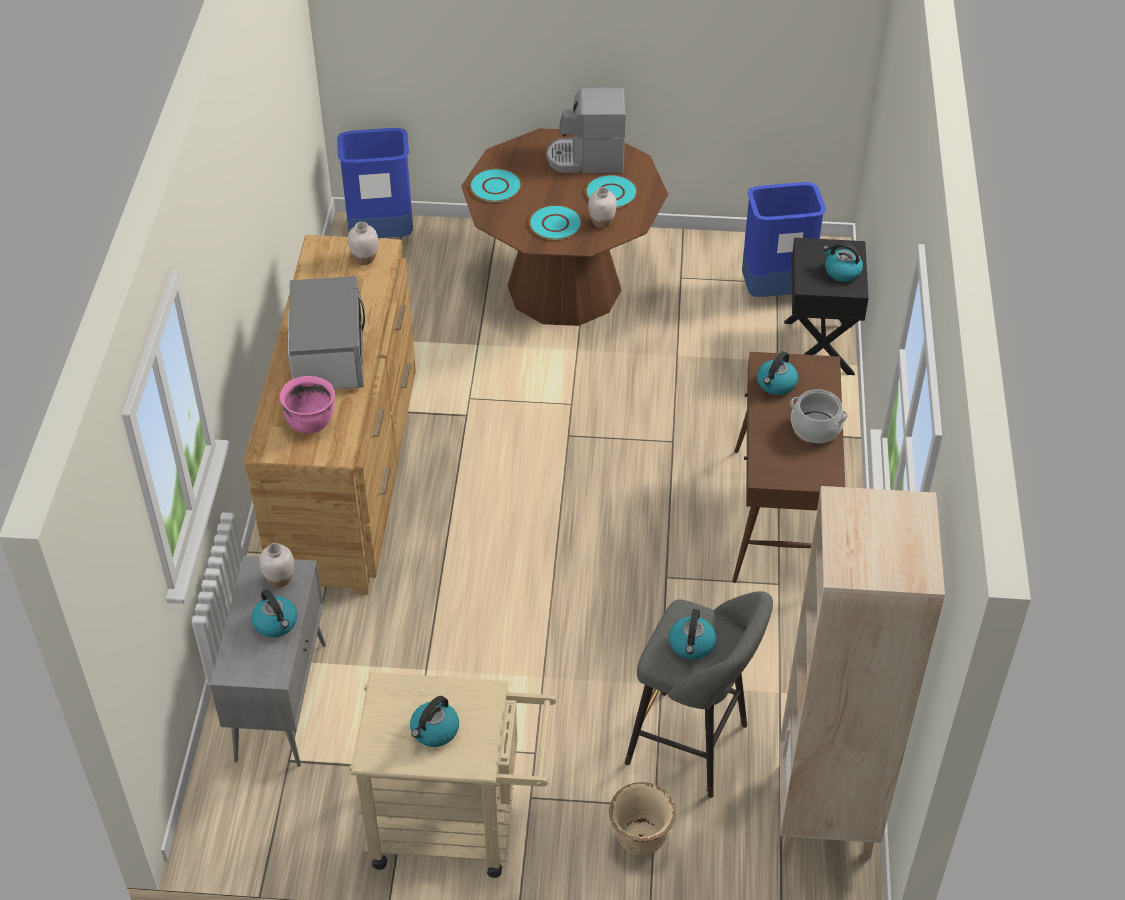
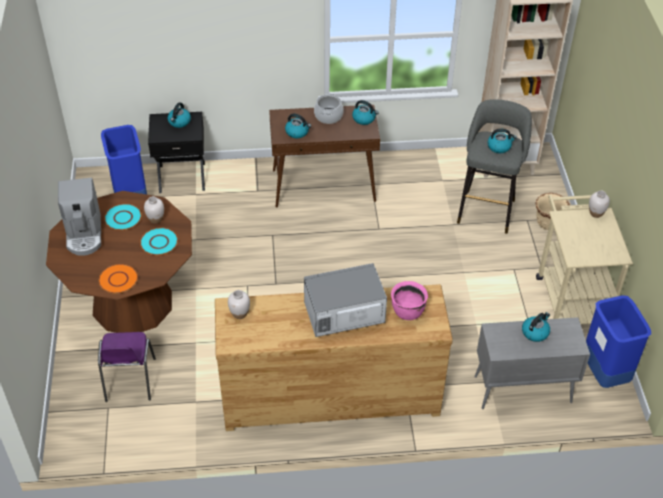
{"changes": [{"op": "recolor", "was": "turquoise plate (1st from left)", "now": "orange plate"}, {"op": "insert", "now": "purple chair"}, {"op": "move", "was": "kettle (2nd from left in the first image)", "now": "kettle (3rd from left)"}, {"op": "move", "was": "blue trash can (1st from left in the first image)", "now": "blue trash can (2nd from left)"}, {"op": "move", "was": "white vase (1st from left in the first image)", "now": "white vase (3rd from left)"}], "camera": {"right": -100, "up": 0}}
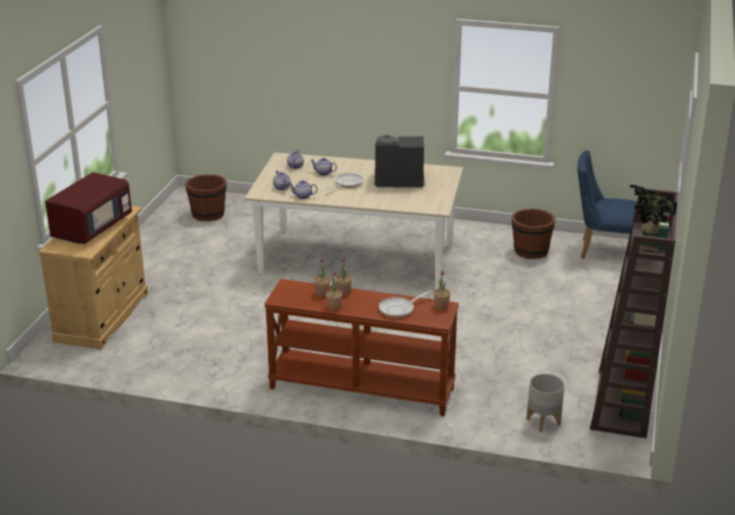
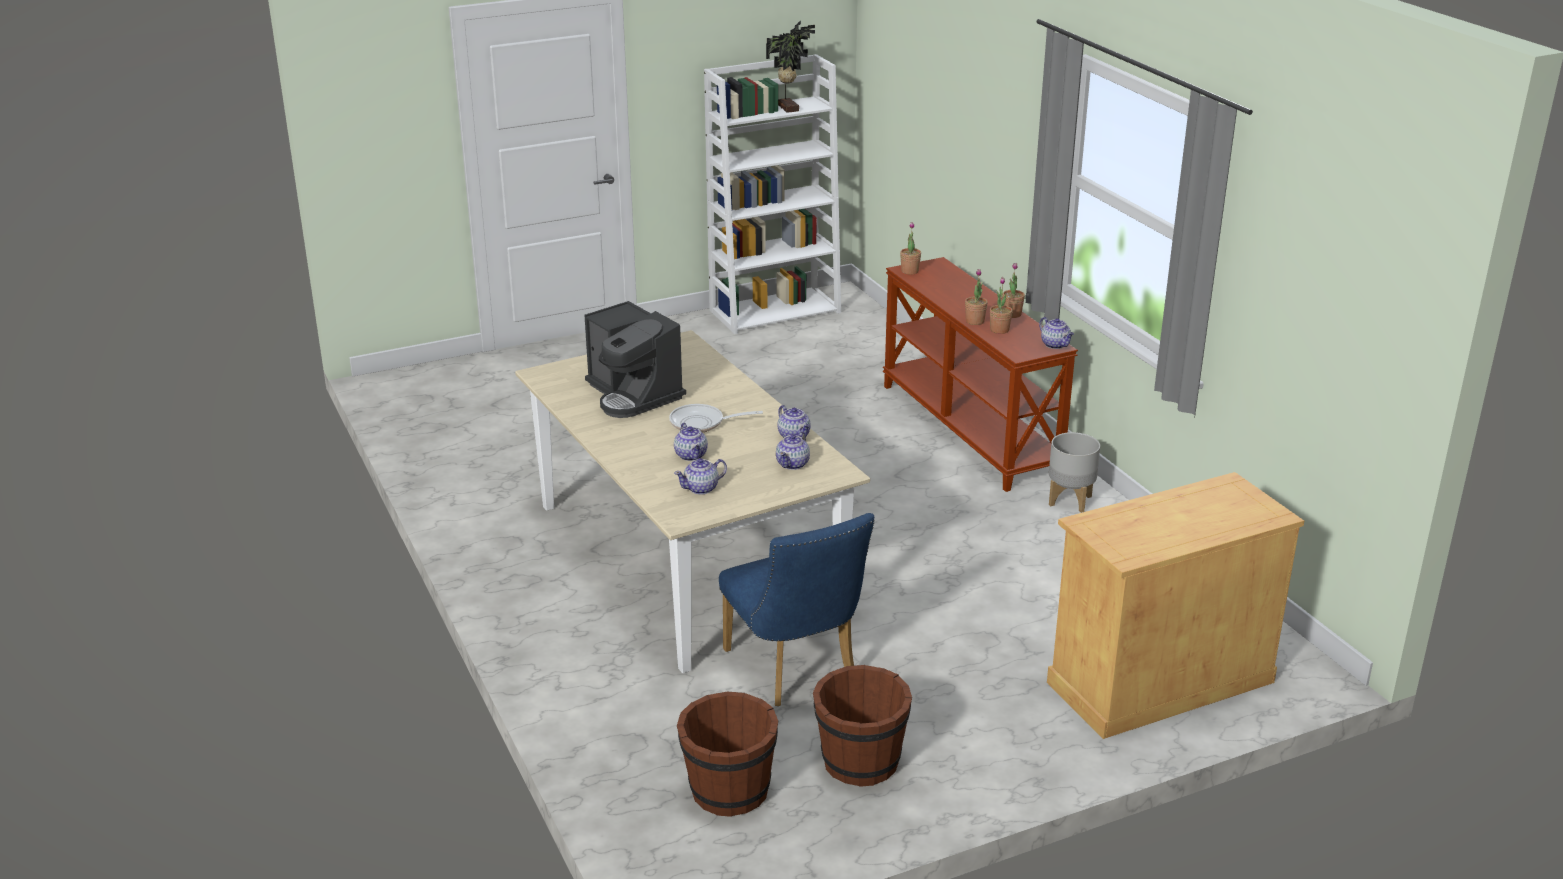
{"changes": [{"op": "recolor", "was": "brown bookcase", "now": "white bookcase"}, {"op": "move", "was": "blue chair"}, {"op": "move", "was": "brown bucket (2nd from left)"}, {"op": "insert", "now": "teapot (5th from left)"}, {"op": "move", "was": "grey planter"}, {"op": "delete", "was": "red microwave"}, {"op": "delete", "was": "frying pan (2nd from left)"}], "camera": {"right": -130, "up": 0}}
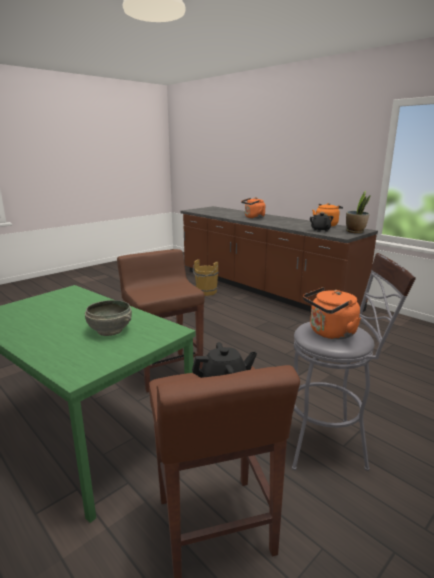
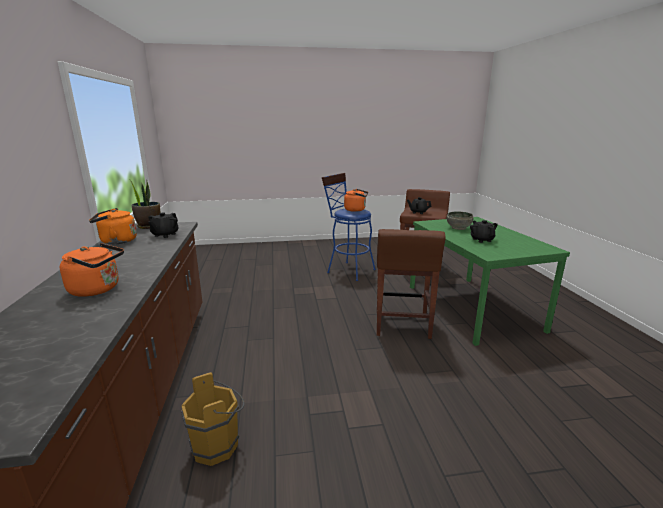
{"changes": [{"op": "recolor", "was": "grey stool", "now": "blue stool"}, {"op": "insert", "now": "black teapot (3rd from left)"}], "camera": {"right": -145, "up": 0}}
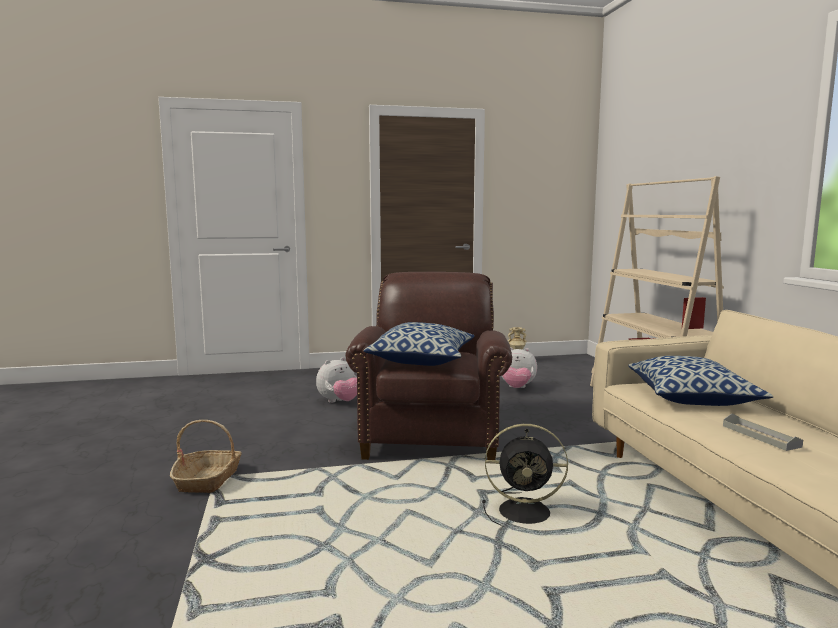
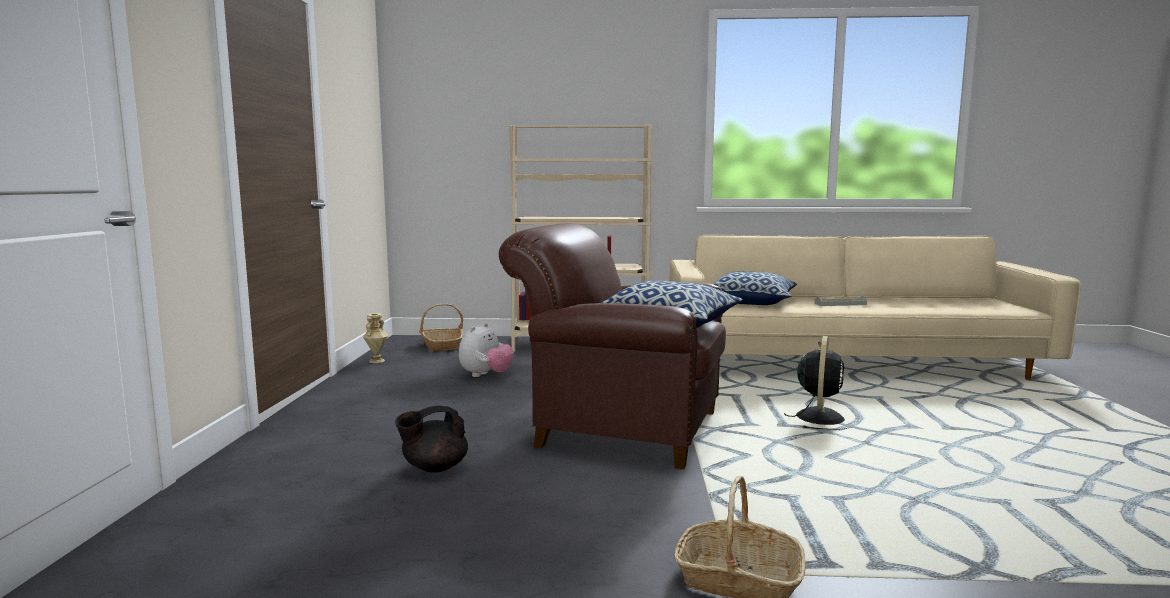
{"changes": [{"op": "replace", "was": "plush toy (1st from left)", "now": "black teapot"}, {"op": "insert", "now": "basket (1st from left)"}], "camera": {"right": -75, "up": 0}}
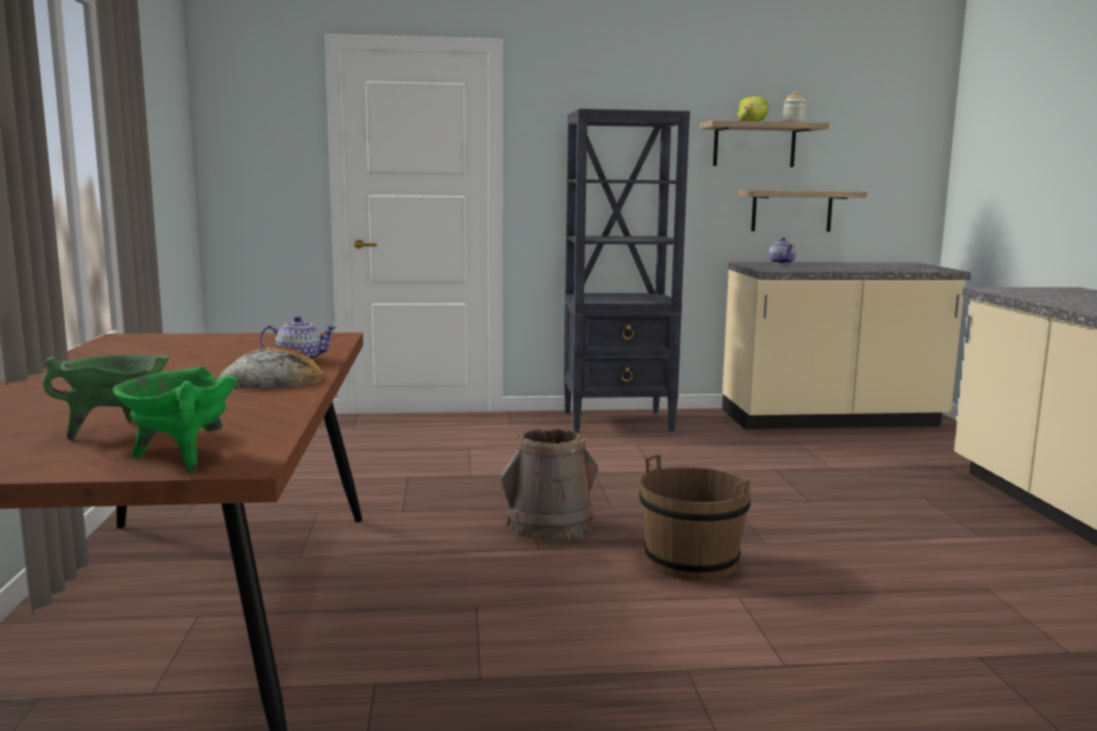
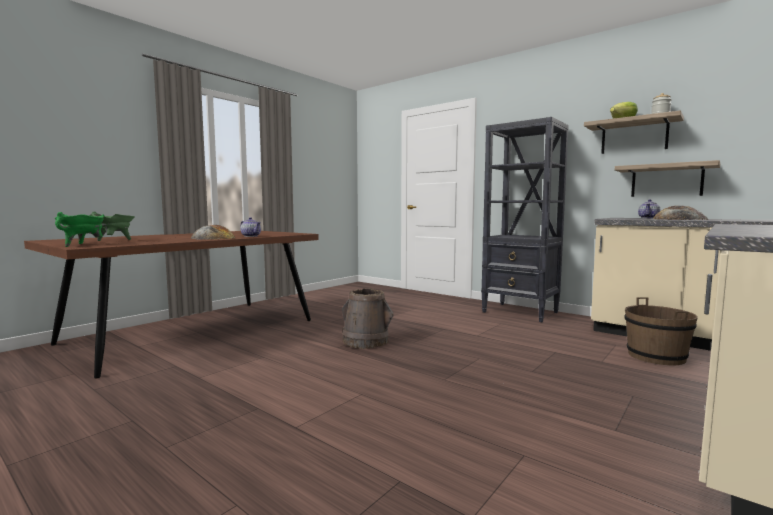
{"changes": [{"op": "move", "was": "brown bucket (2nd from left)"}, {"op": "insert", "now": "bread (2nd from left)"}], "camera": {"right": 45, "up": -5}}
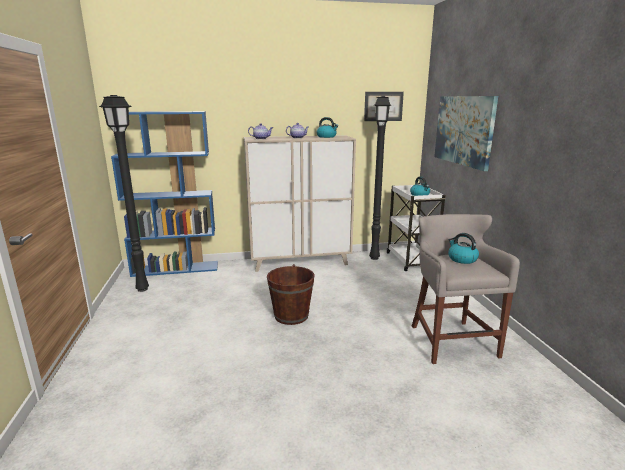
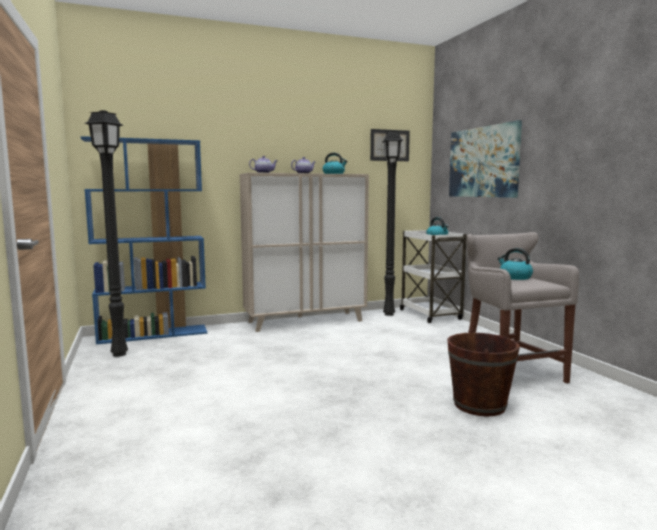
{"changes": [{"op": "move", "was": "brown bucket"}], "camera": {"right": -10, "up": -10}}
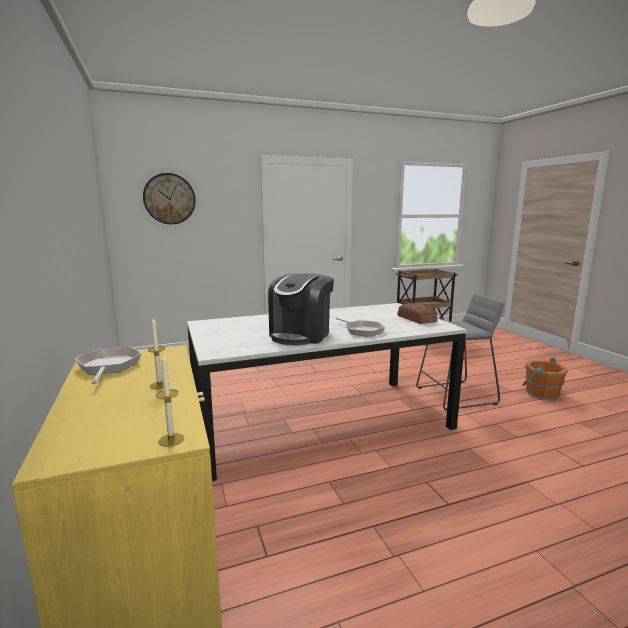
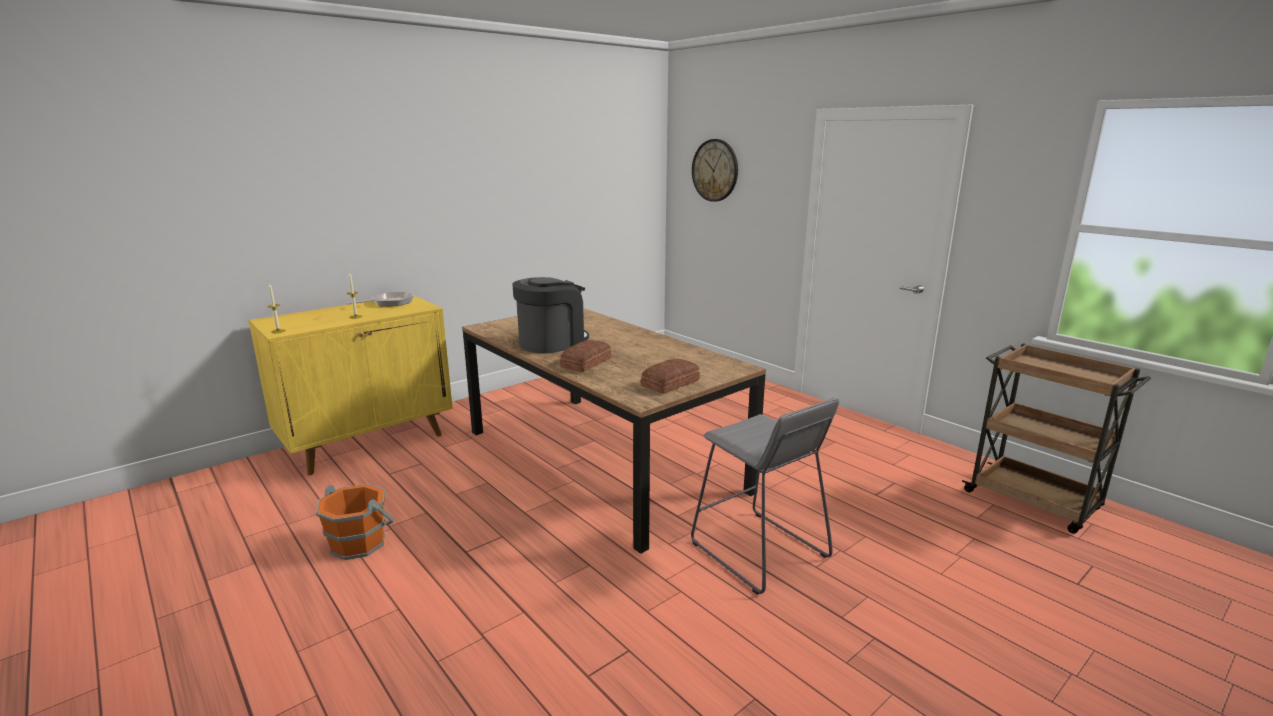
{"changes": [{"op": "move", "was": "orange bucket"}, {"op": "recolor", "was": "white dining table", "now": "brown dining table"}, {"op": "rotate", "was": "coffee machine", "clockwise": 135}, {"op": "replace", "was": "frying pan (2nd from left)", "now": "bread (1st from left)"}], "camera": {"right": 70, "up": 5}}
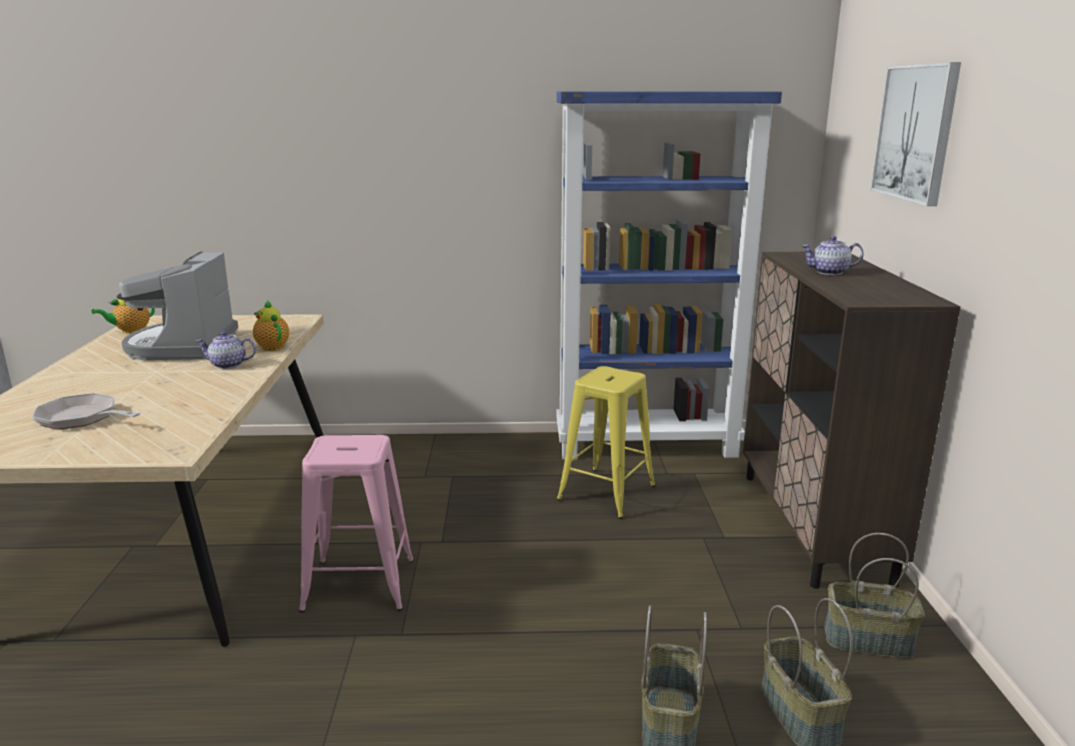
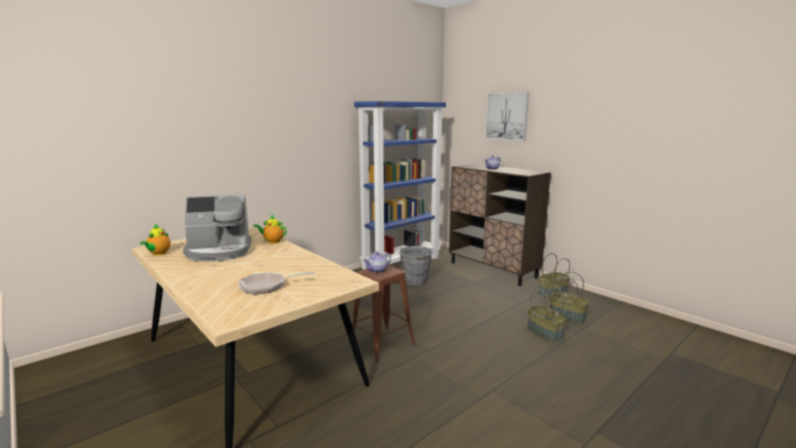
{"changes": [{"op": "rotate", "was": "coffee machine", "clockwise": -60}, {"op": "recolor", "was": "pink stool", "now": "brown stool"}, {"op": "move", "was": "teapot (2nd from left in the first image)", "now": "teapot (3rd from left)"}, {"op": "replace", "was": "yellow stool", "now": "grey bucket"}], "camera": {"right": -40, "up": -5}}
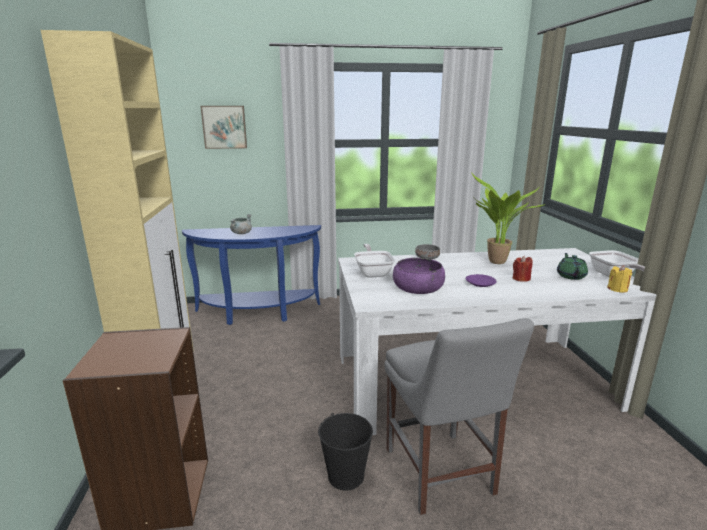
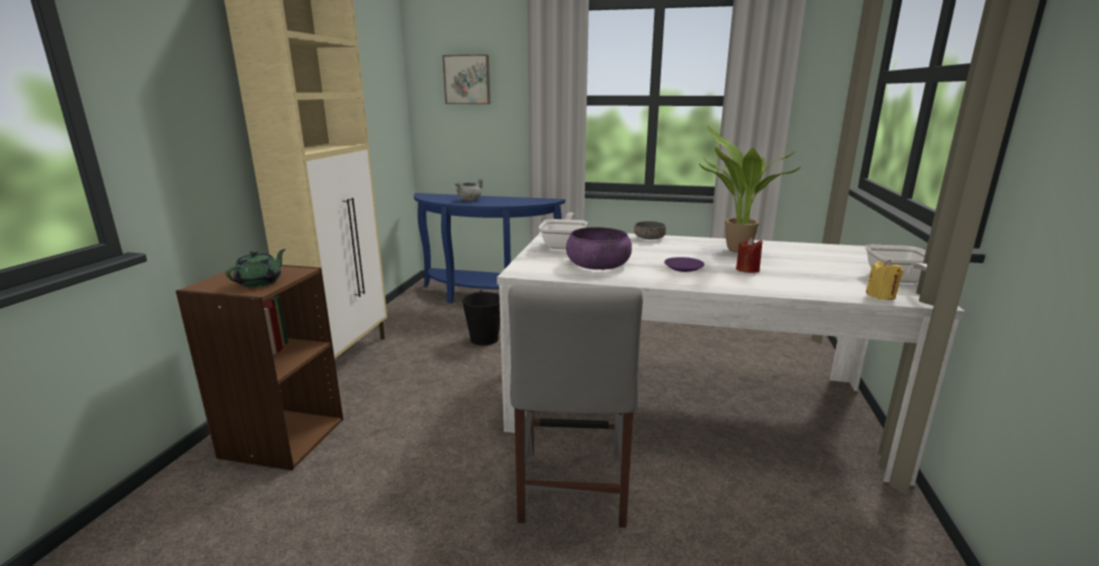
{"changes": [{"op": "move", "was": "green teapot"}, {"op": "move", "was": "black bucket"}], "camera": {"right": 20, "up": 0}}
